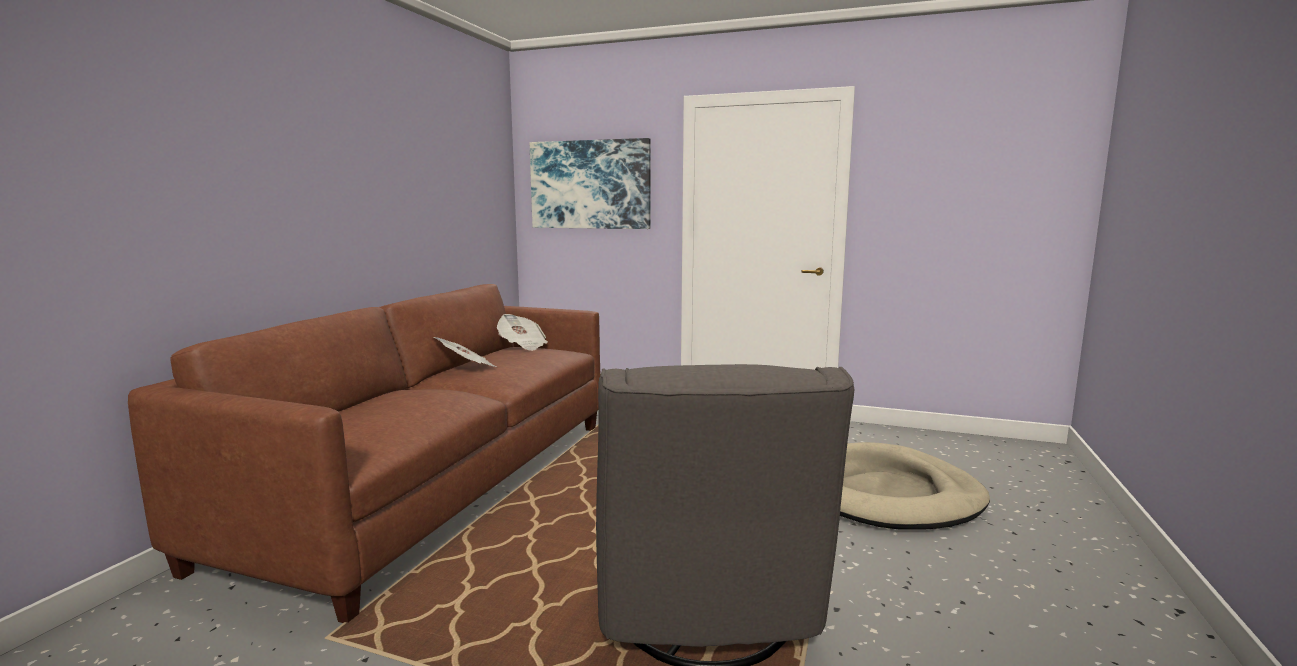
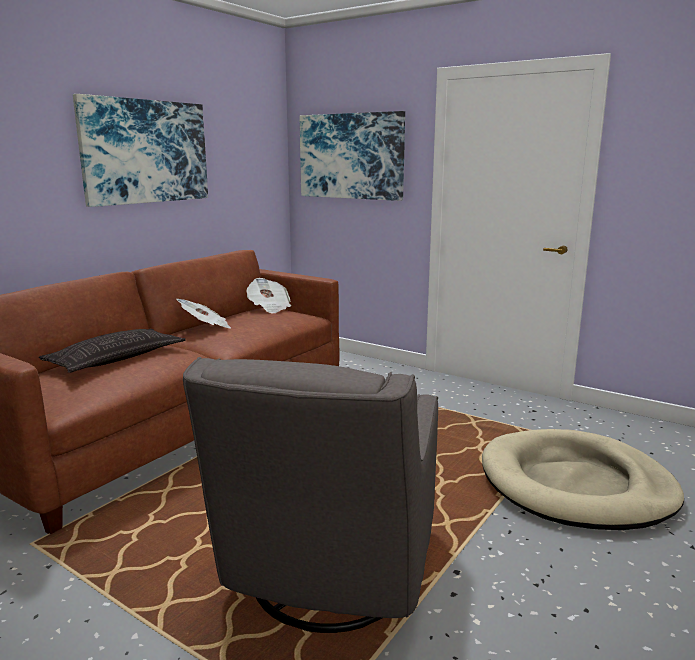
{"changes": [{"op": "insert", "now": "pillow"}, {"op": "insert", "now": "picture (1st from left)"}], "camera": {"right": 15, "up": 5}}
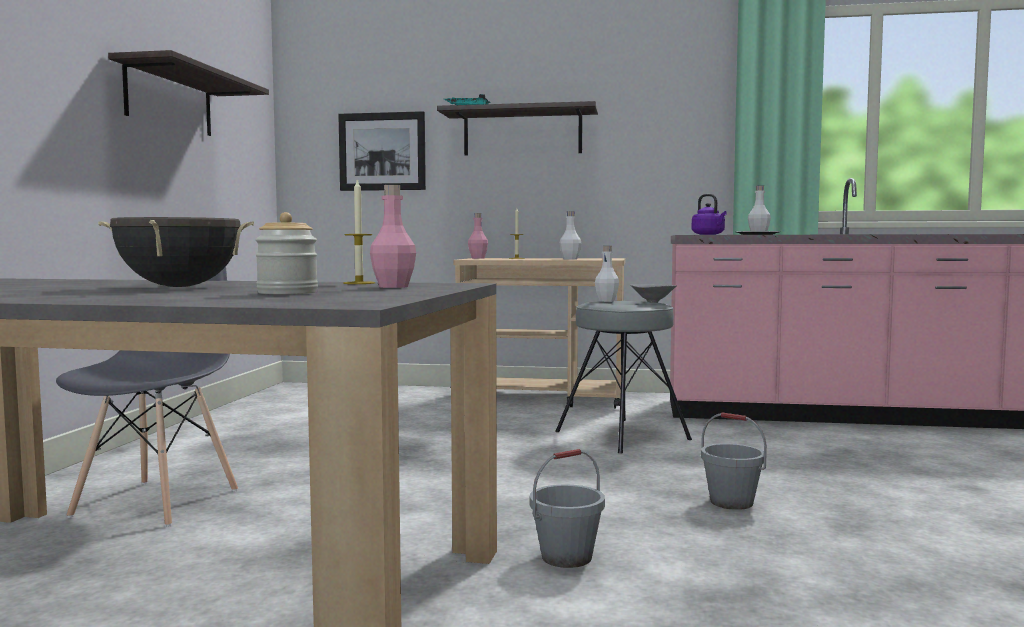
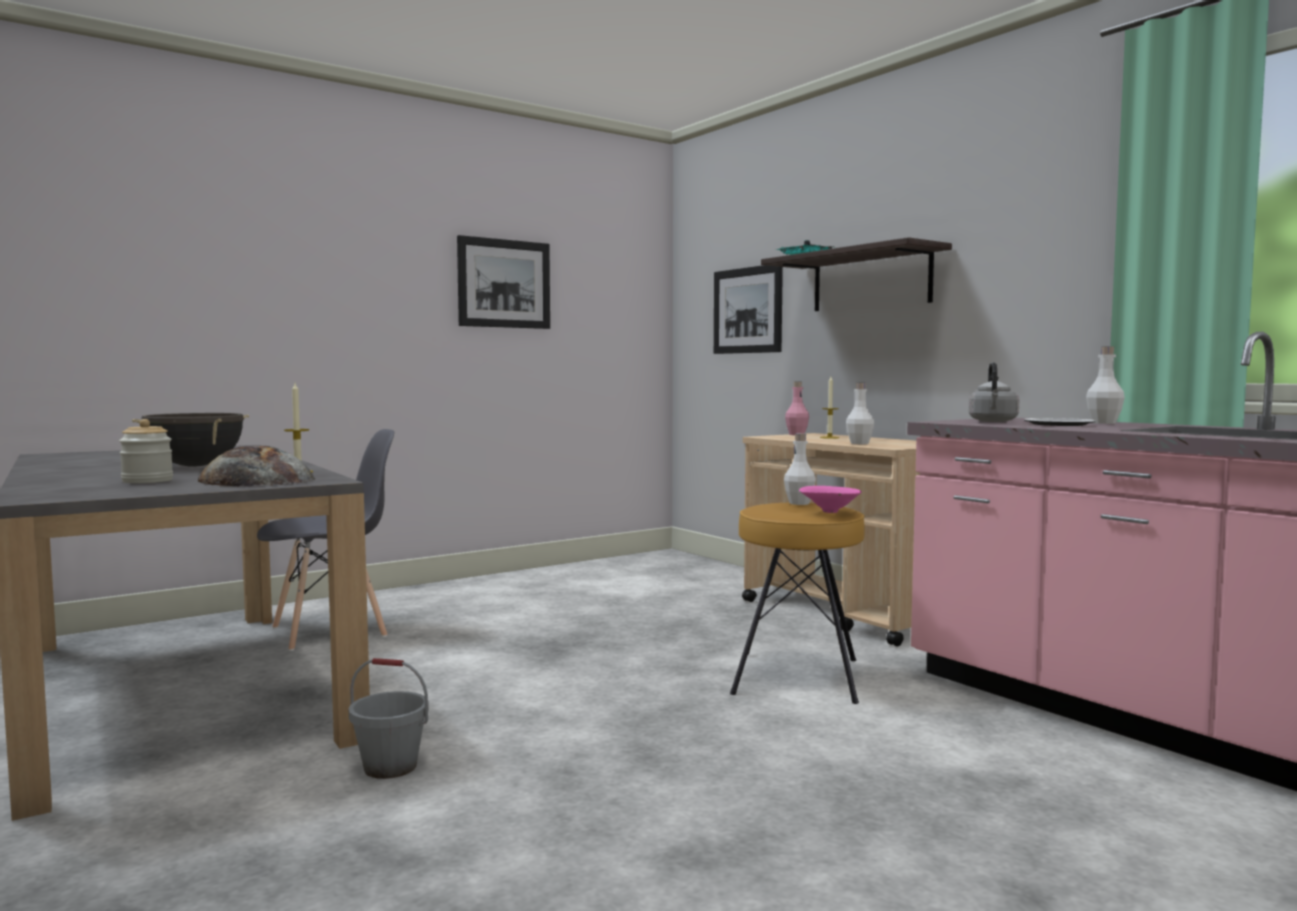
{"changes": [{"op": "replace", "was": "pink bottle (1st from left)", "now": "bread"}, {"op": "replace", "was": "shelf (1st from left)", "now": "picture (1st from left)"}, {"op": "recolor", "was": "grey stool", "now": "brown stool"}, {"op": "recolor", "was": "grey bowl", "now": "pink bowl"}, {"op": "recolor", "was": "purple kettle", "now": "grey kettle"}, {"op": "delete", "was": "grey bucket (2nd from left)"}], "camera": {"right": 45, "up": 0}}
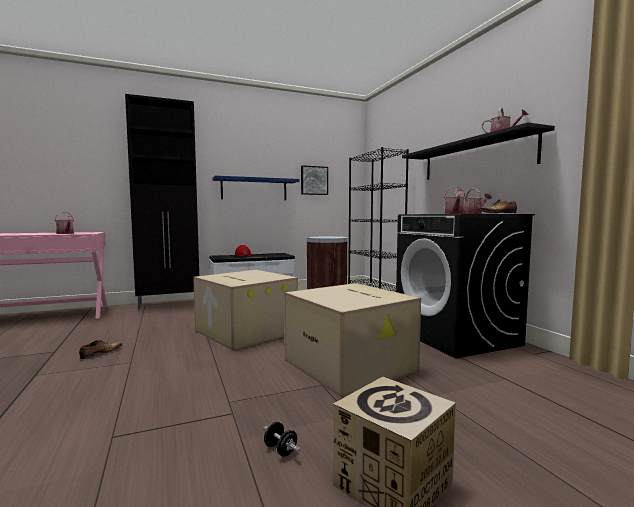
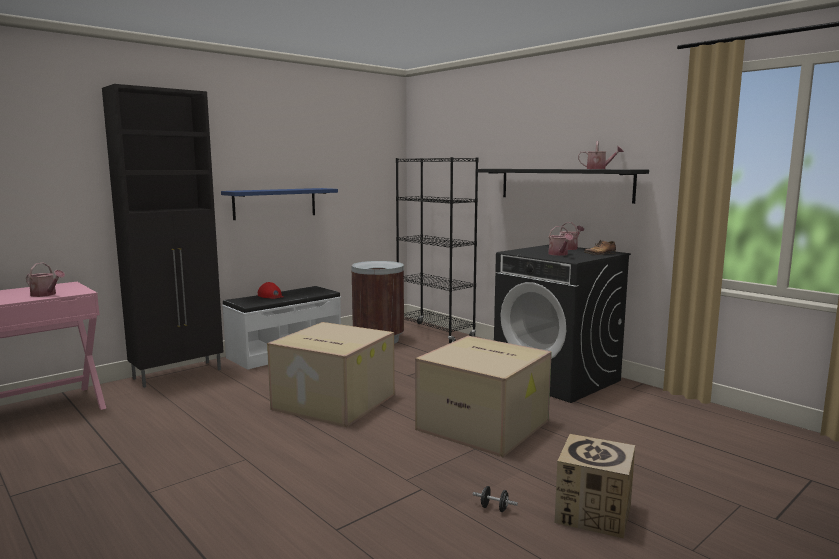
{"changes": [{"op": "delete", "was": "shoe (1st from left)"}, {"op": "delete", "was": "picture"}], "camera": {"right": -20, "up": 5}}
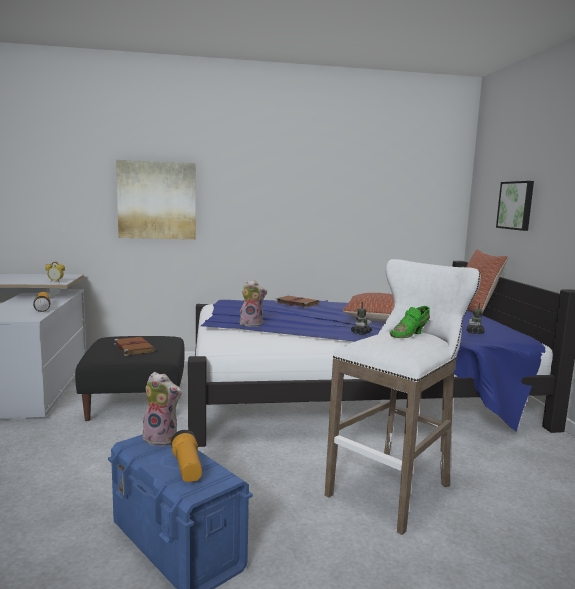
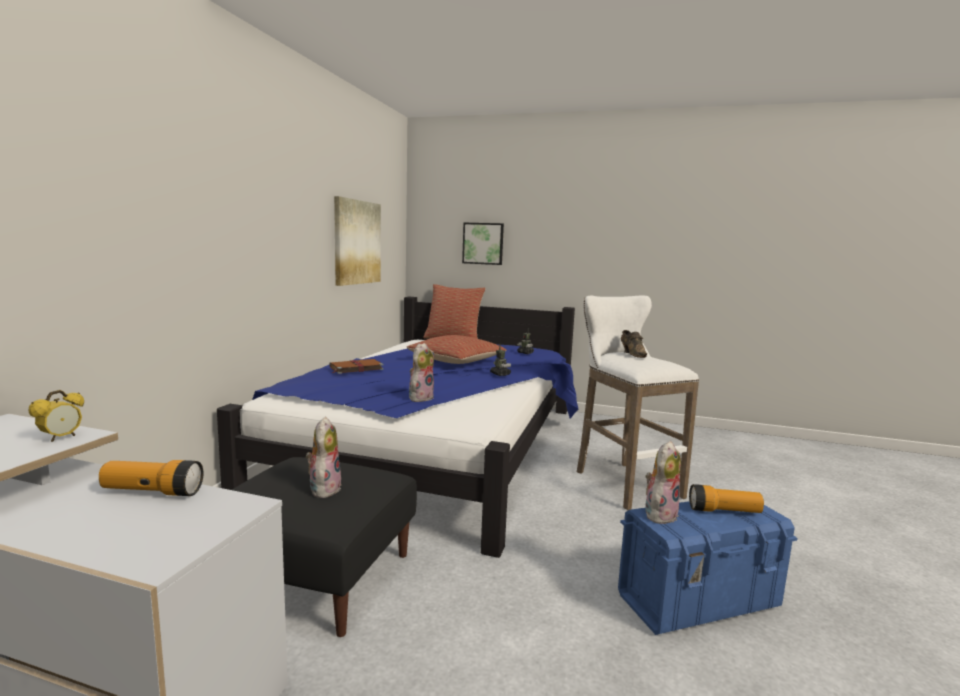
{"changes": [{"op": "replace", "was": "brown book (1st from left)", "now": "plush toy (1st from left)"}, {"op": "move", "was": "picture (1st from left)"}, {"op": "recolor", "was": "green shoe", "now": "brown shoe"}], "camera": {"right": -65, "up": 0}}
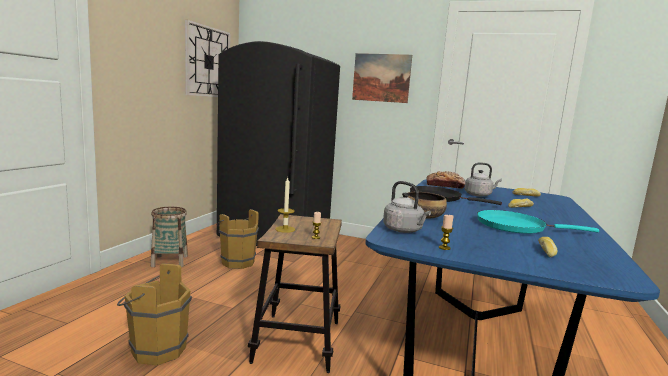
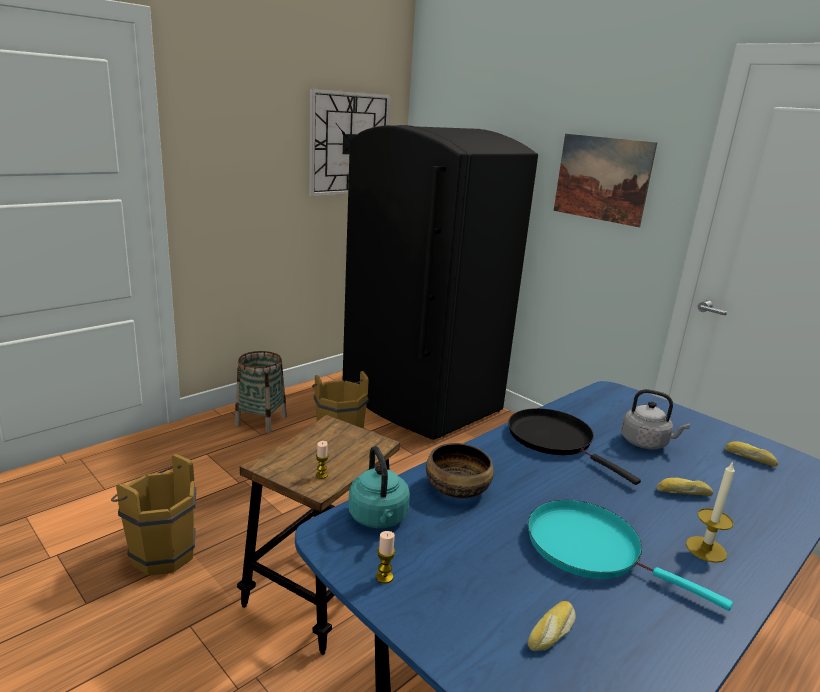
{"changes": [{"op": "recolor", "was": "grey kettle (1st from left)", "now": "turquoise kettle"}, {"op": "move", "was": "candle (1st from left in the first image)", "now": "candle (3rd from left)"}, {"op": "delete", "was": "bread (1st from left)"}], "camera": {"right": 25, "up": 10}}
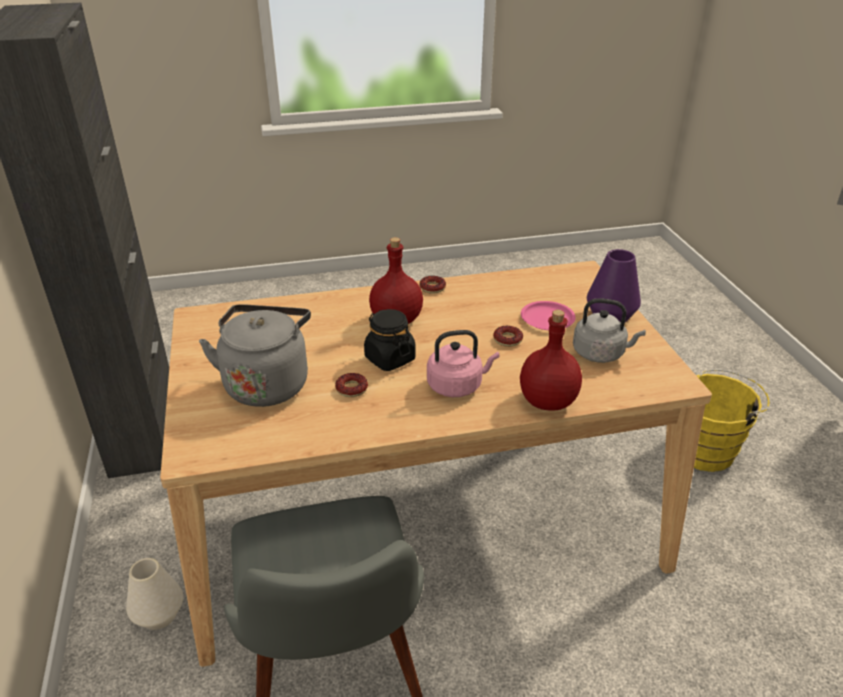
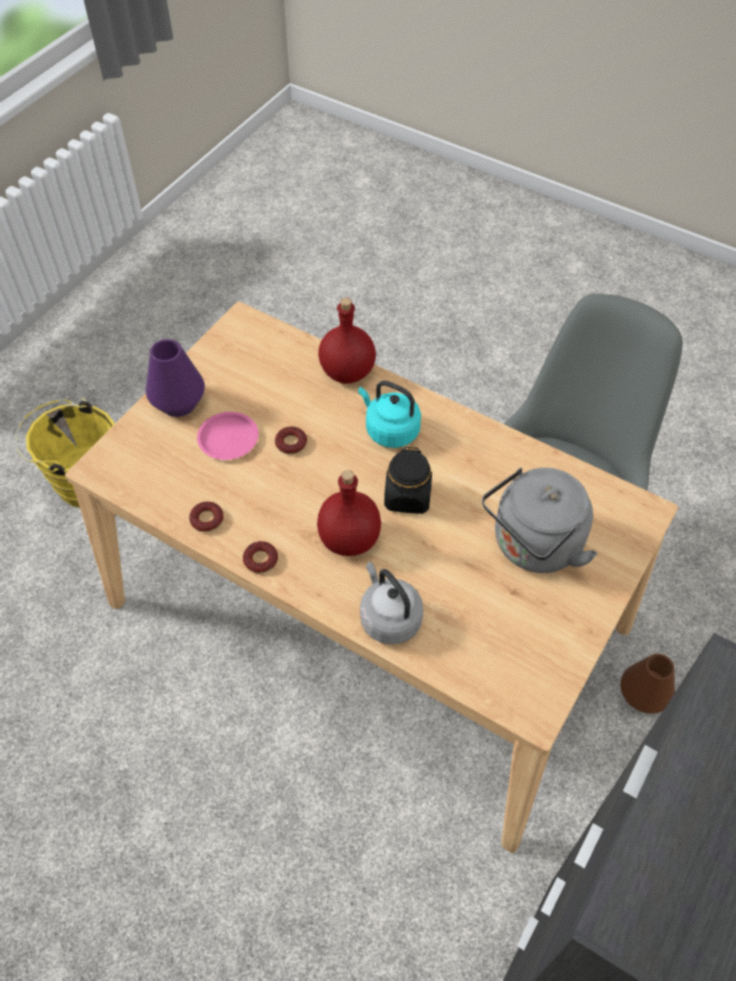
{"changes": [{"op": "move", "was": "donut (1st from left)"}, {"op": "recolor", "was": "pink kettle", "now": "turquoise kettle"}, {"op": "move", "was": "grey kettle (2nd from left in the first image)", "now": "grey kettle (1st from left)"}, {"op": "recolor", "was": "white vase", "now": "brown vase"}], "camera": {"right": -135, "up": 20}}
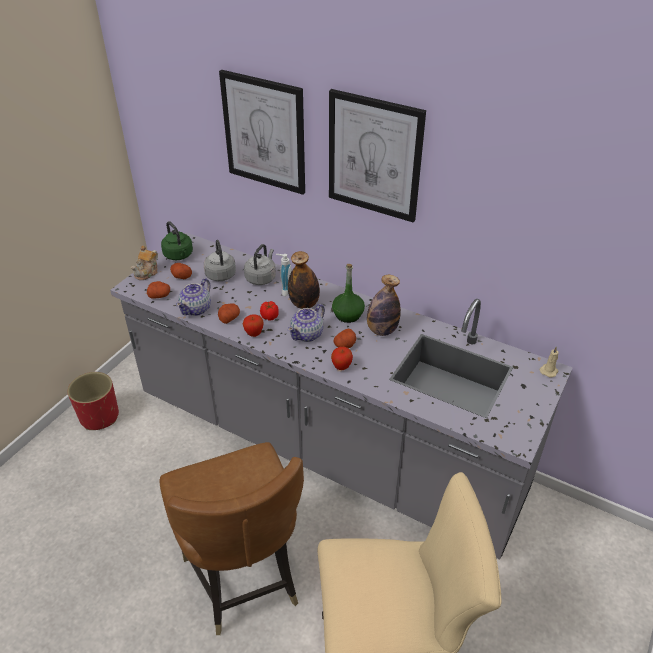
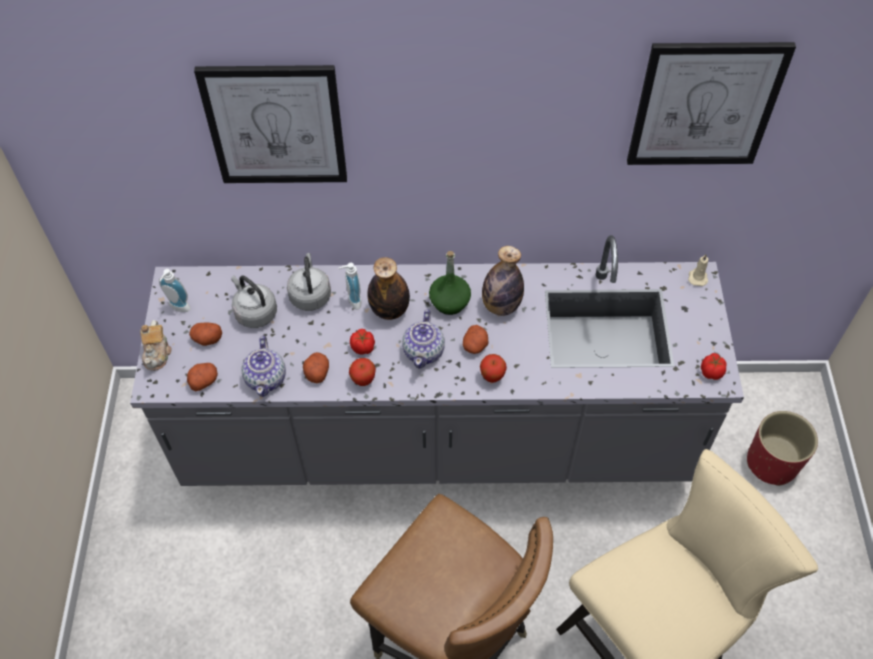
{"changes": [{"op": "replace", "was": "green kettle", "now": "soap dispenser (1st from left)"}, {"op": "move", "was": "picture (2nd from left)"}, {"op": "insert", "now": "tomato (2nd from left)"}, {"op": "move", "was": "red planter"}], "camera": {"right": -30, "up": 15}}
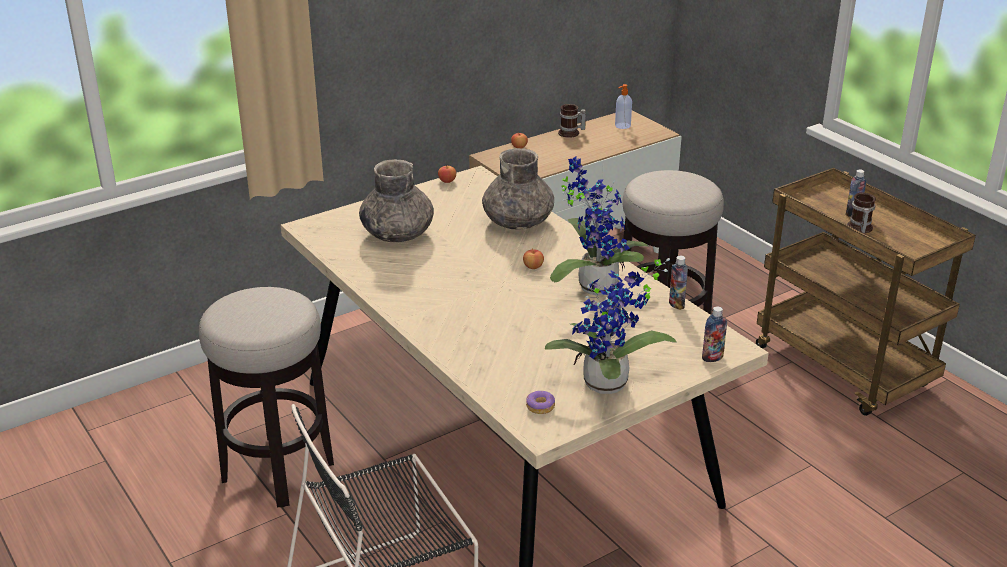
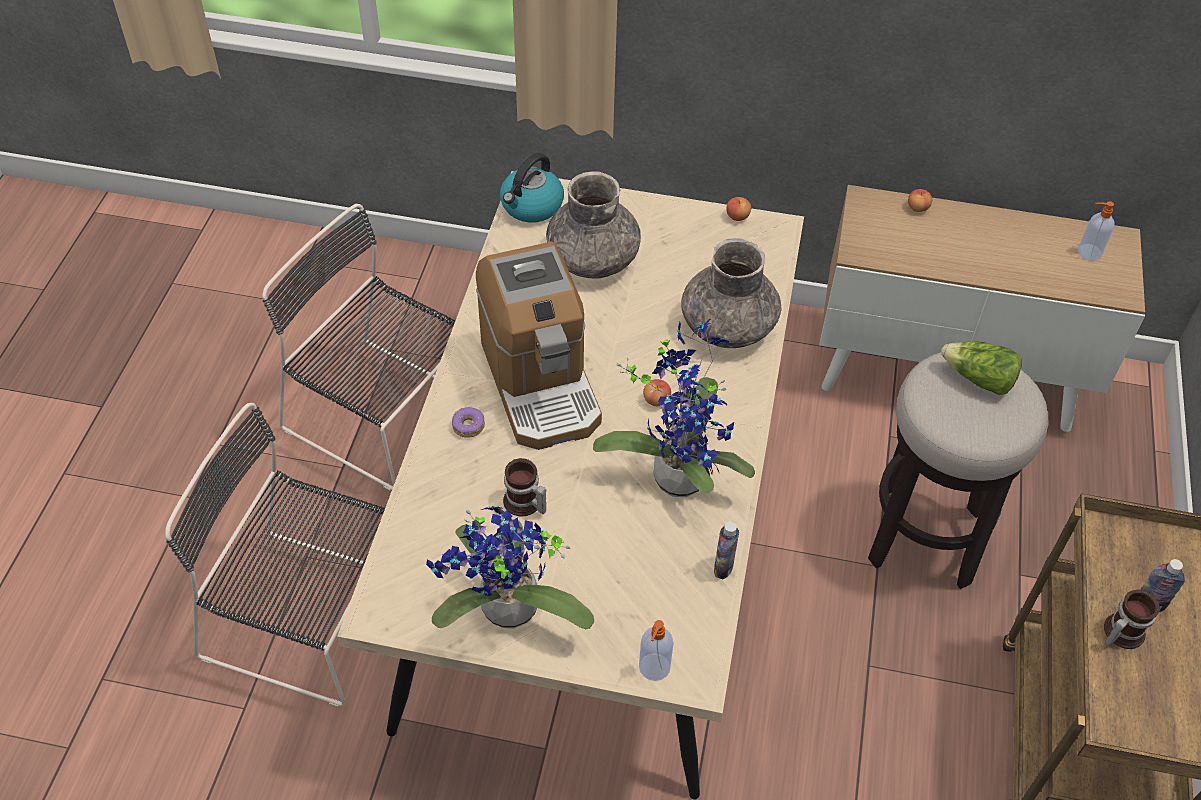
{"changes": [{"op": "replace", "was": "stool (1st from left)", "now": "black chair (2nd from left)"}, {"op": "move", "was": "donut"}, {"op": "insert", "now": "coffee machine"}, {"op": "insert", "now": "kettle"}, {"op": "move", "was": "mug (1st from left)"}, {"op": "replace", "was": "bottle (2nd from left)", "now": "soap dispenser (1st from left)"}, {"op": "insert", "now": "lettuce"}], "camera": {"right": 45, "up": 20}}
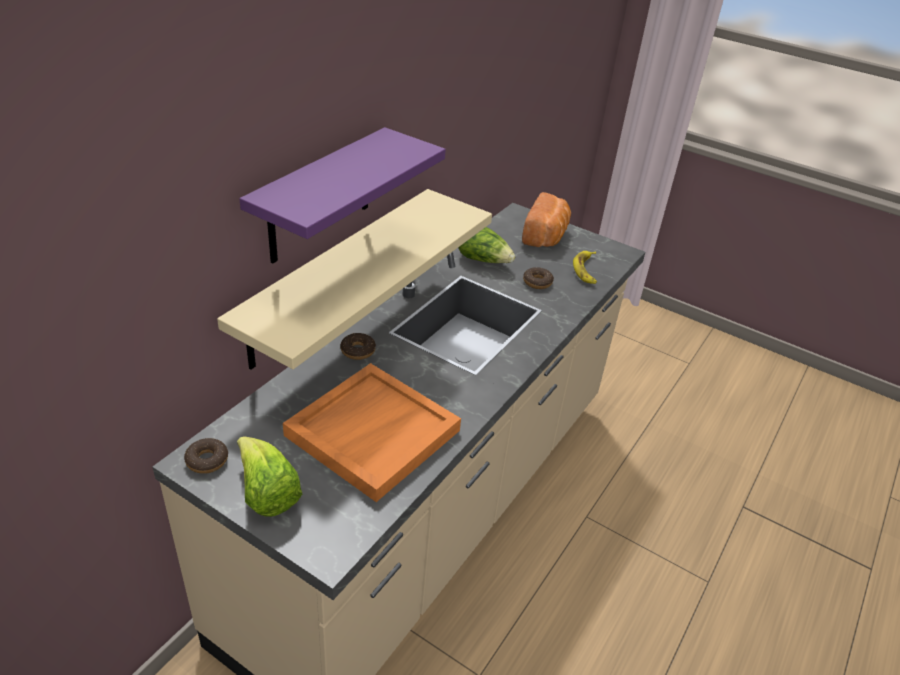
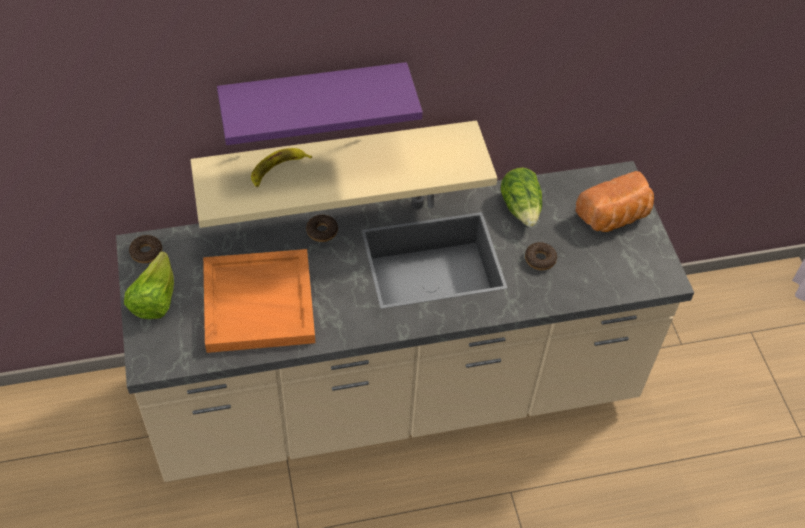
{"changes": [{"op": "move", "was": "banana"}], "camera": {"right": 45, "up": 15}}
